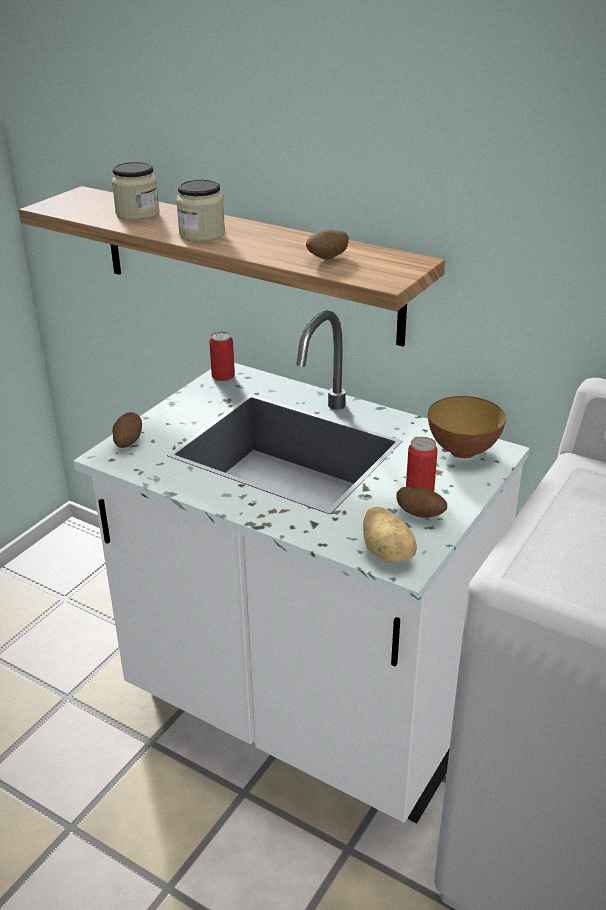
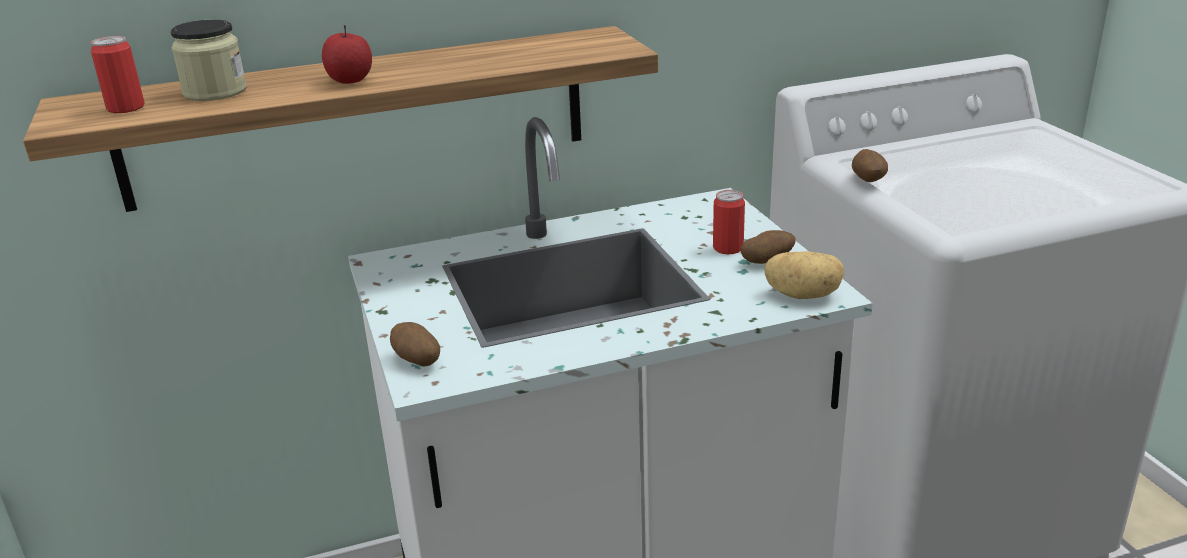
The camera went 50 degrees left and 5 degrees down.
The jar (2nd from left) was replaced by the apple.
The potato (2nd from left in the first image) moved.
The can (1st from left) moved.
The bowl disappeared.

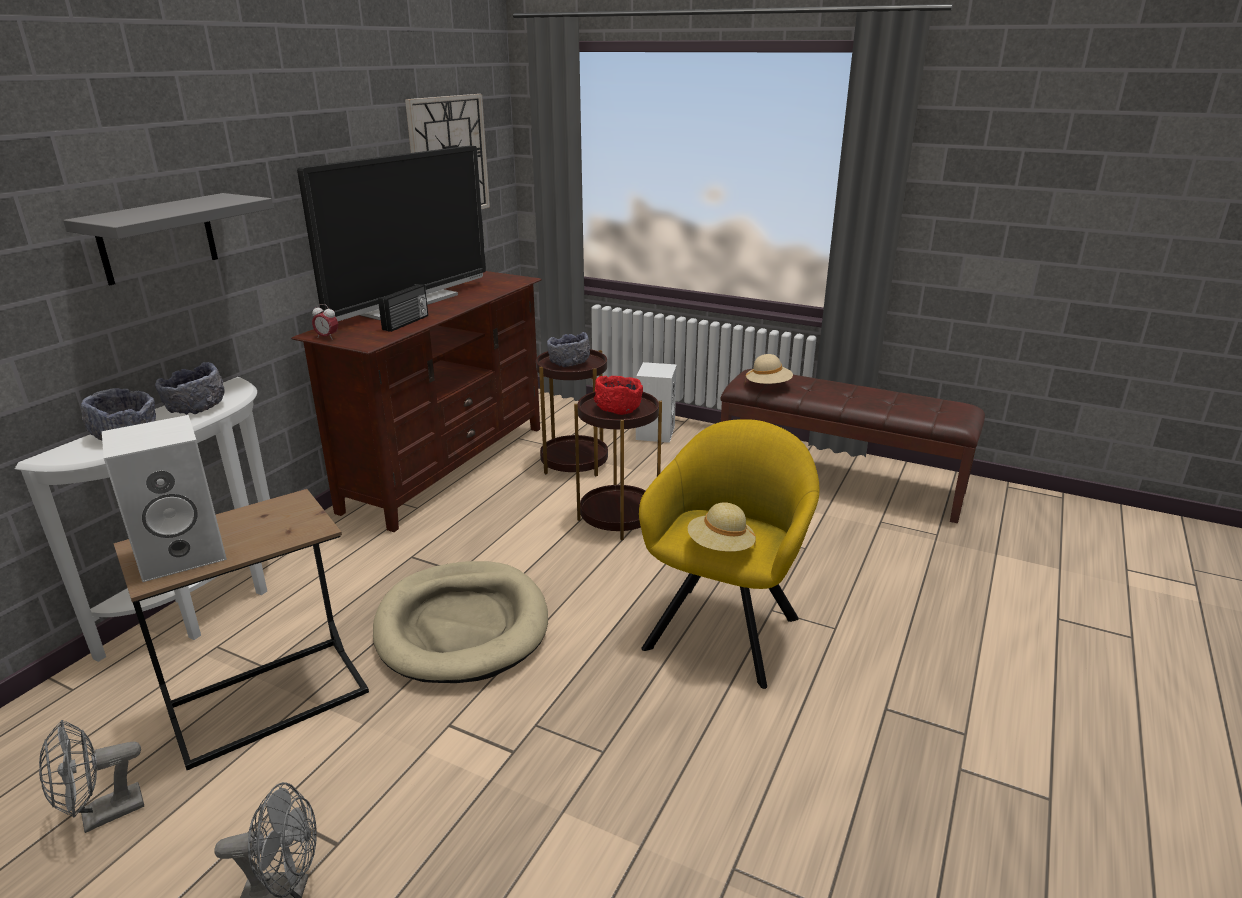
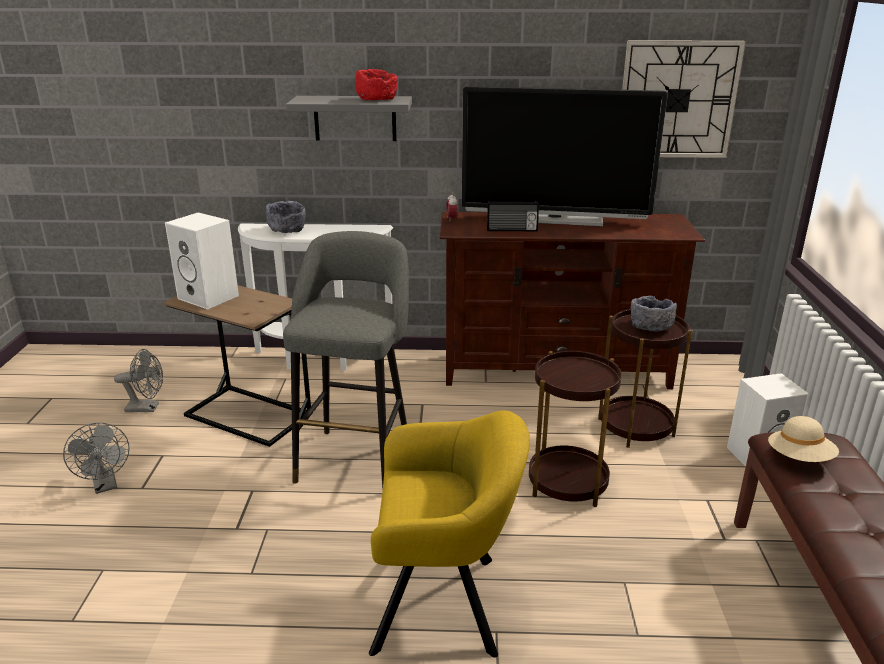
The camera went 65 degrees right and 0 degrees up.
The grey bowl (2nd from left) disappeared.
The red bowl moved.
The beige hat (1st from left) disappeared.
The beige dog bed was replaced by the grey stool.
The grey fan (1st from left in the first image) turned 150 degrees clockwise.

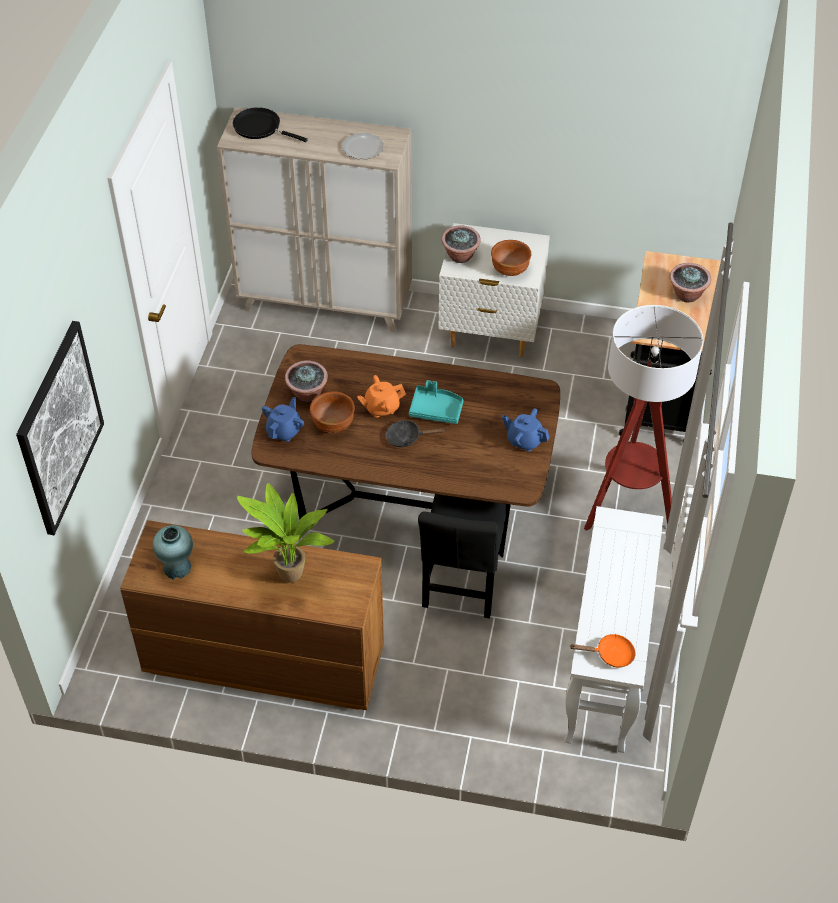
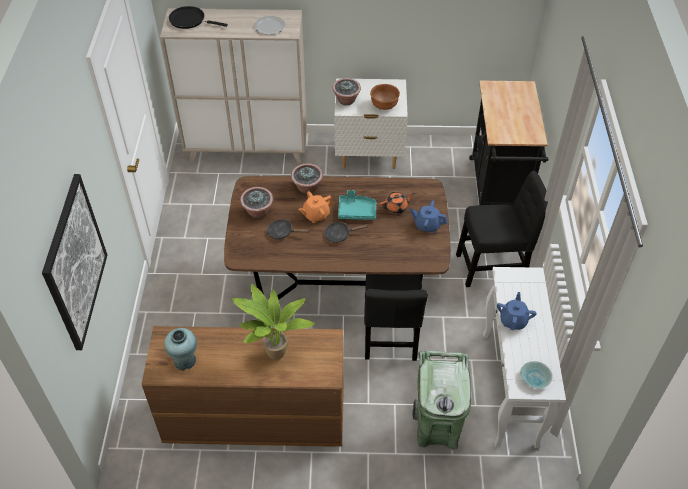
The camera went 10 degrees left and 0 degrees up.
The potted plant (4th from left in the first image) moved.
The floor lamp was replaced by the black chair (2nd from left).
The brown bowl (1st from left) was replaced by the black frying pan (2nd from left).
The blue teapot (1st from left in the first image) moved.
The orange frying pan was replaced by the turquoise bowl.
The orange teapot (2nd from left) appeared.
The green trash can appeared.

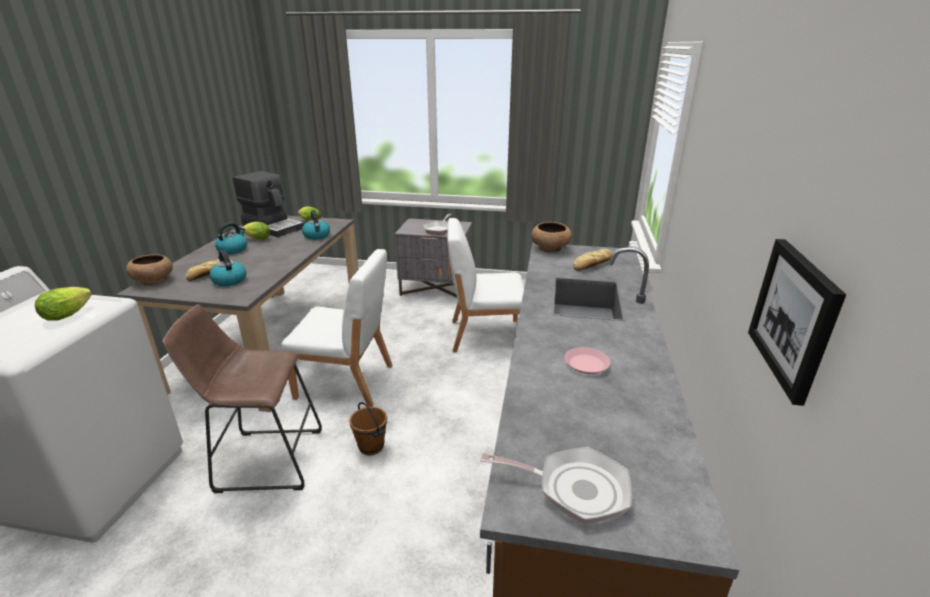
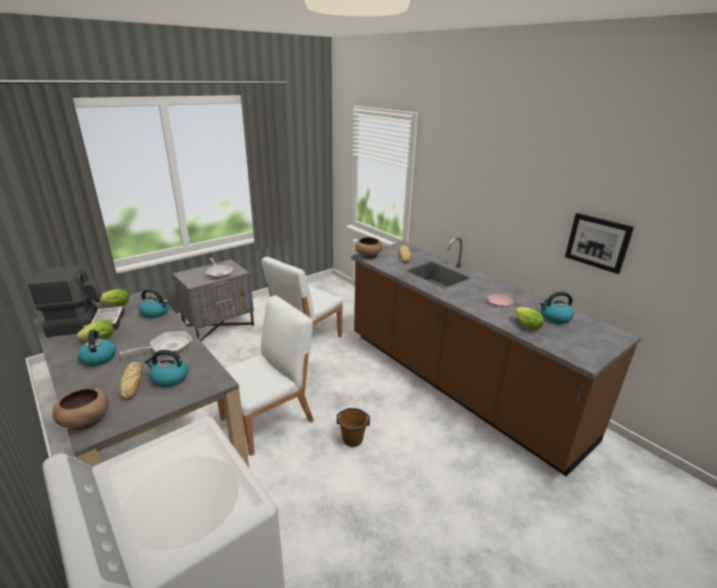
The camera went 50 degrees left and 0 degrees up.
The lettuce (1st from left in the first image) moved.
The brown stool disappeared.
The frying pan (2nd from left in the first image) moved.
The kettle (4th from left) appeared.

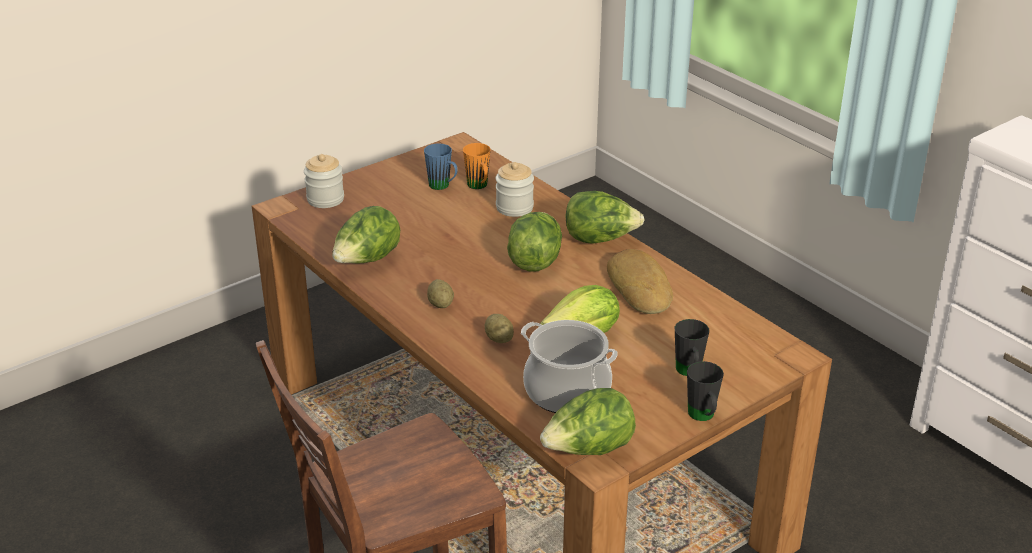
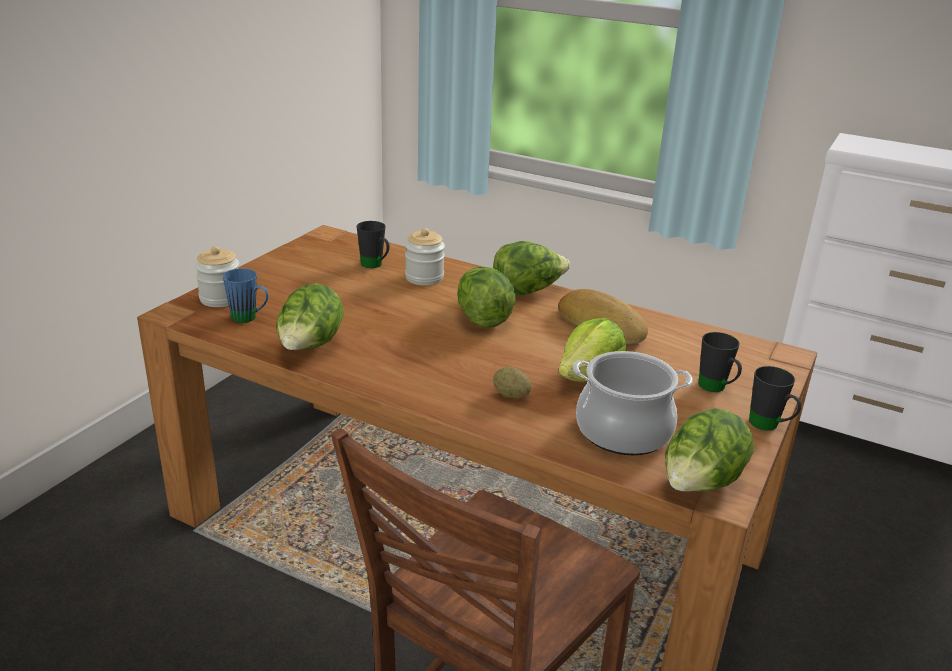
The camera went 25 degrees left and 5 degrees down.
The orange mug became the black mug (1st from left).
The blue mug moved.
The potato (1st from left) disappeared.

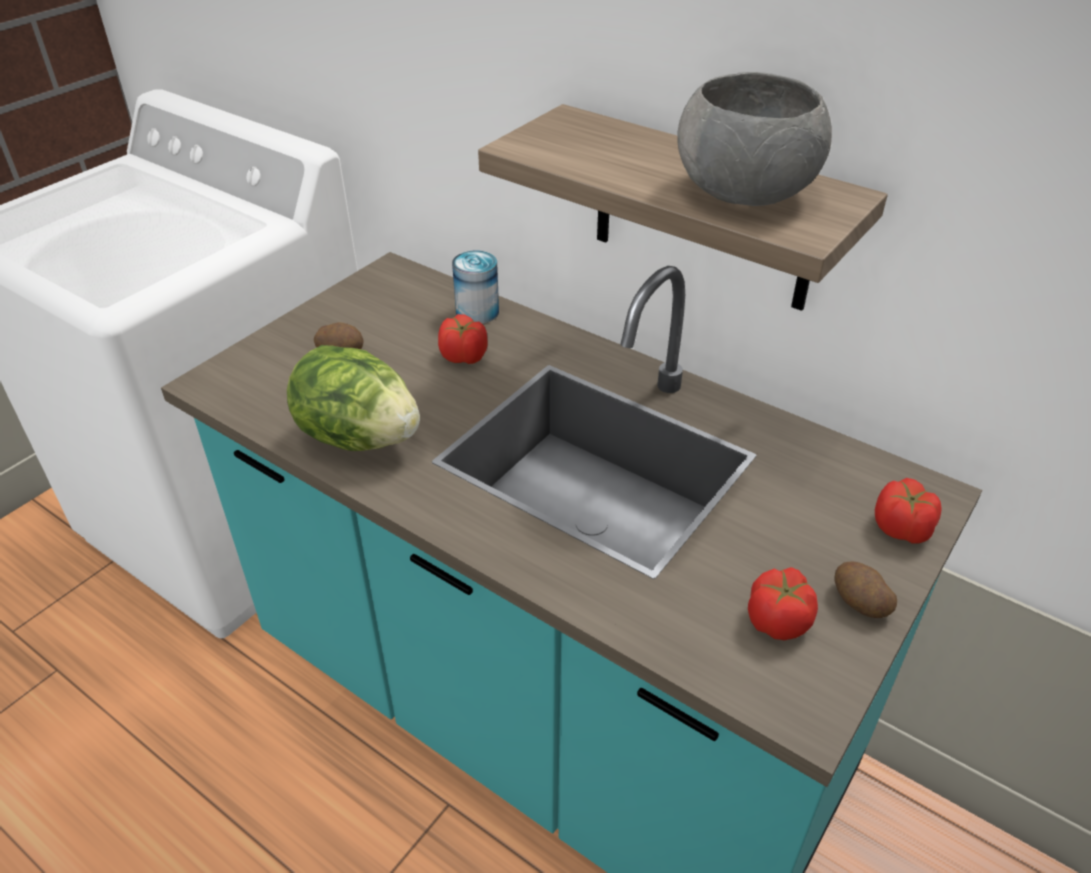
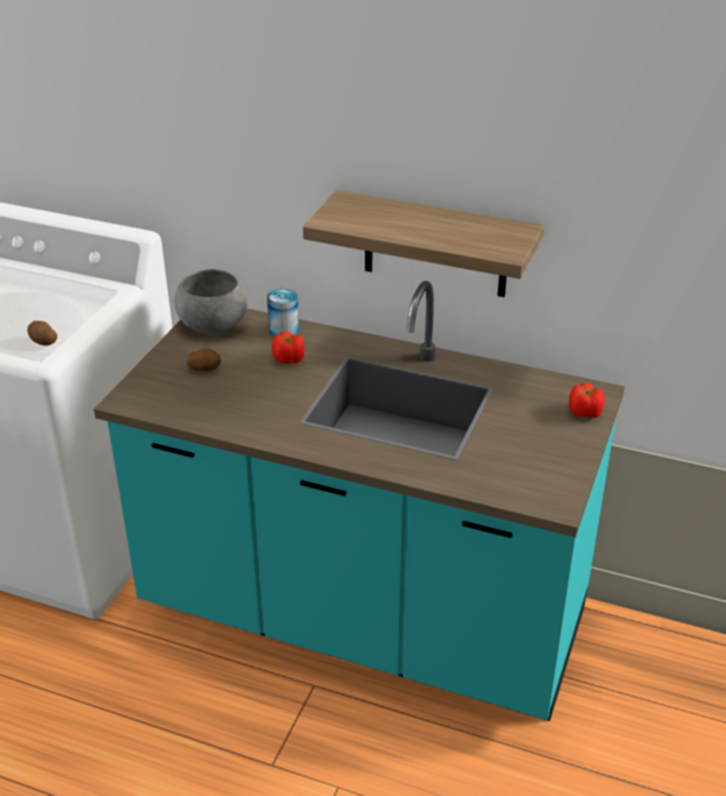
The camera went 15 degrees left and 5 degrees down.
The grey bowl moved.
The lettuce disappeared.
The potato (2nd from left in the first image) moved.
The tomato (2nd from left) disappeared.

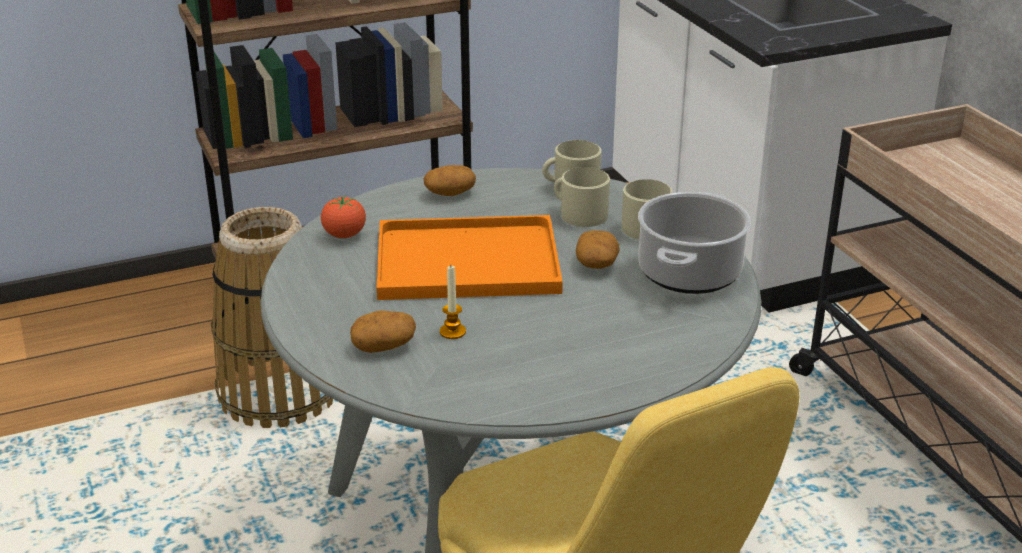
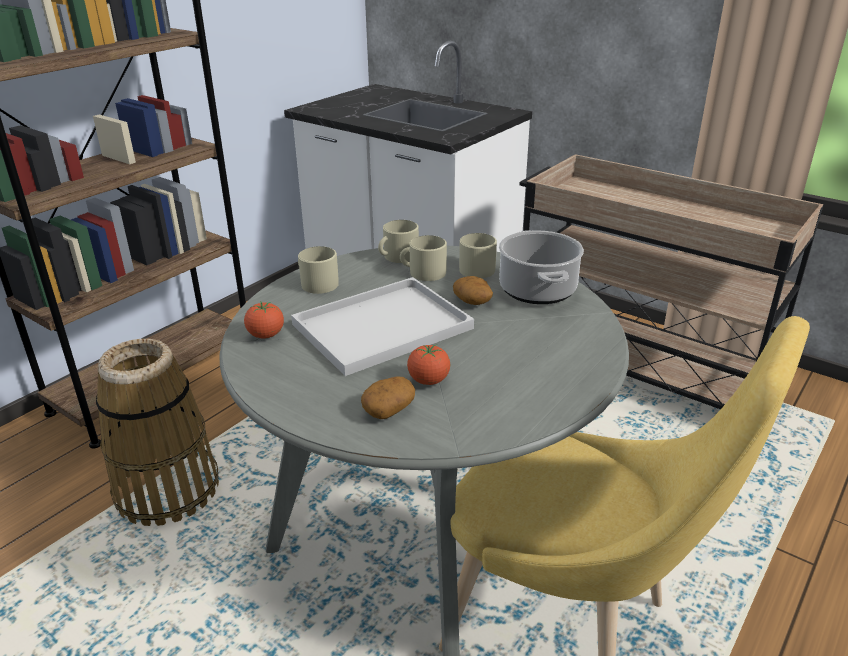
The camera went 30 degrees left and 0 degrees up.
The potato (2nd from left) was replaced by the beige mug (1st from left).
The orange tray became the white tray.
The candle was replaced by the tomato (2nd from left).

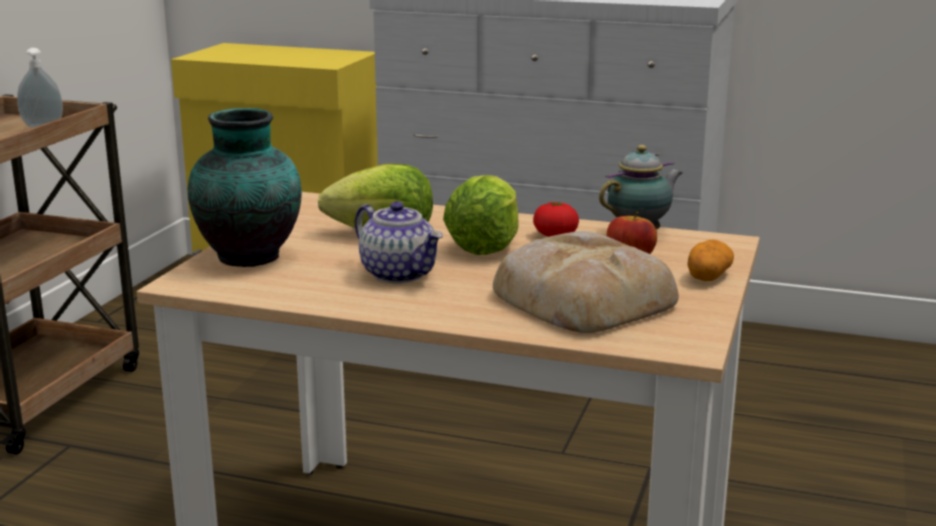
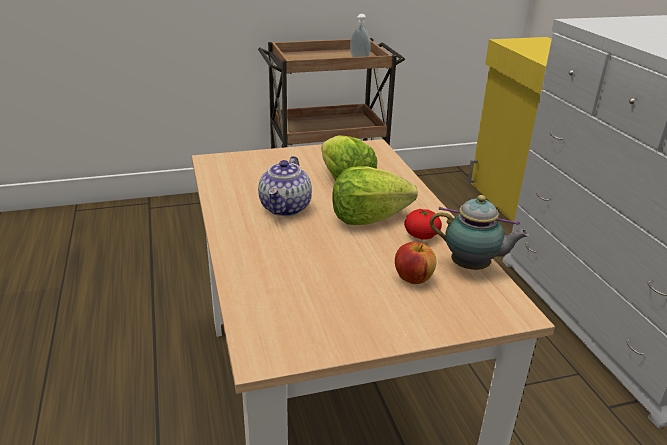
The camera went 55 degrees right and 10 degrees up.
The vase disappeared.
The bread disappeared.
The potato disappeared.

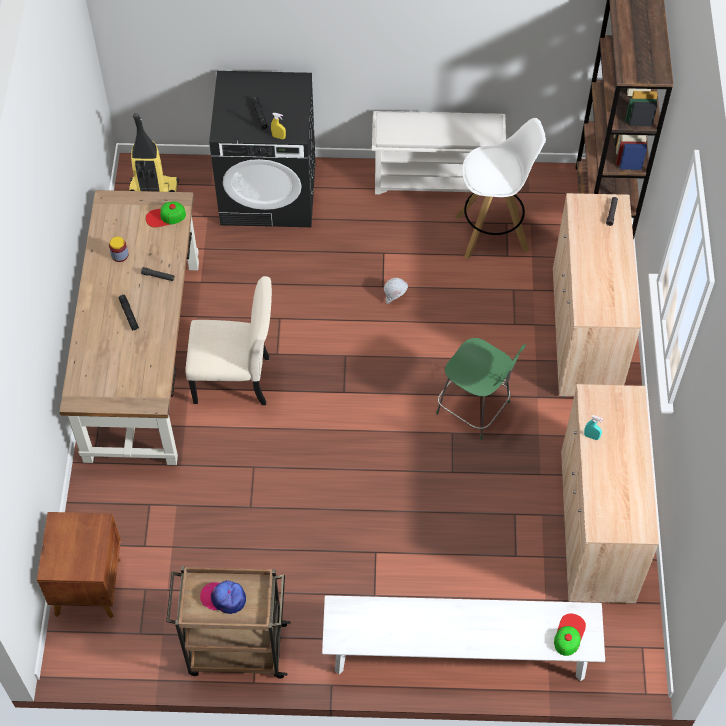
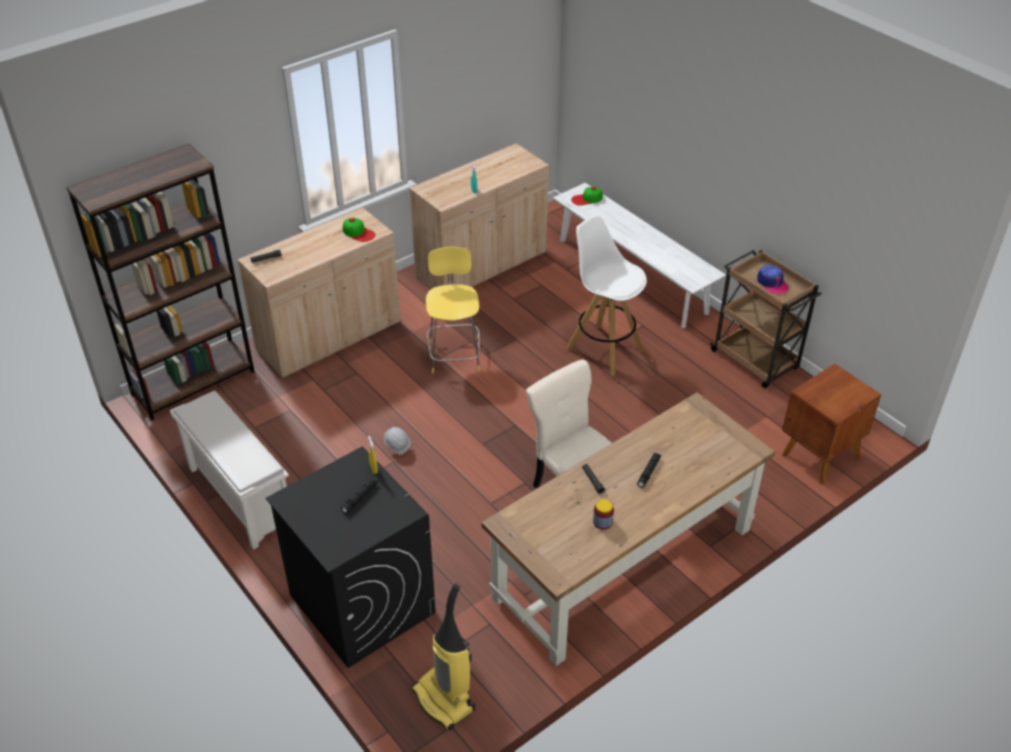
The camera went 130 degrees left and 15 degrees down.
The white stool moved.
The cap (1st from left) moved.
The green stool became the yellow stool.

